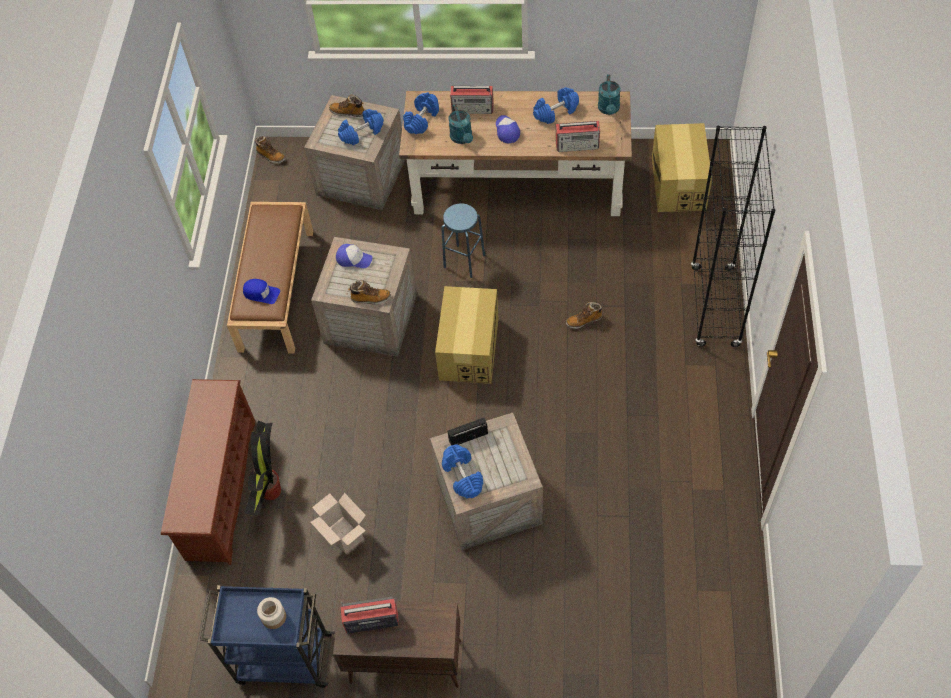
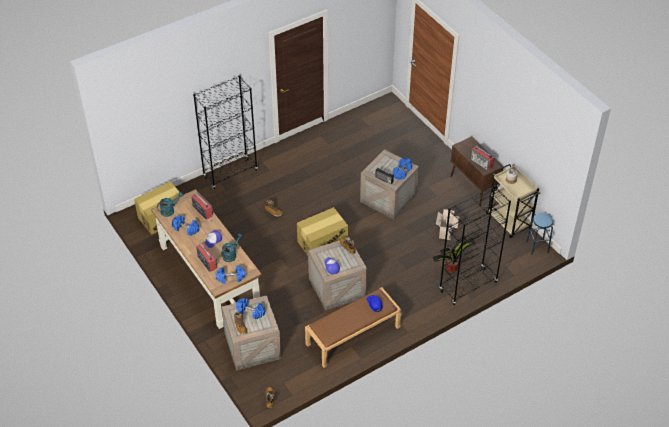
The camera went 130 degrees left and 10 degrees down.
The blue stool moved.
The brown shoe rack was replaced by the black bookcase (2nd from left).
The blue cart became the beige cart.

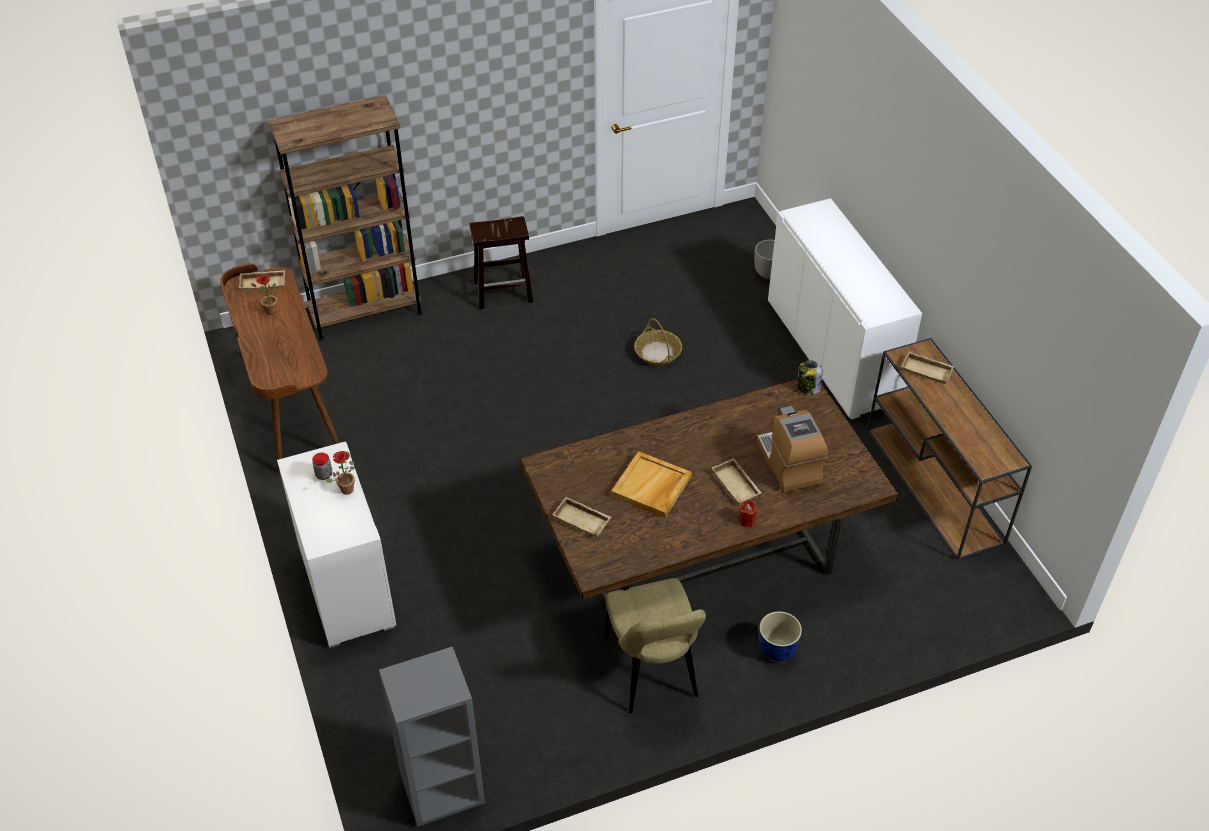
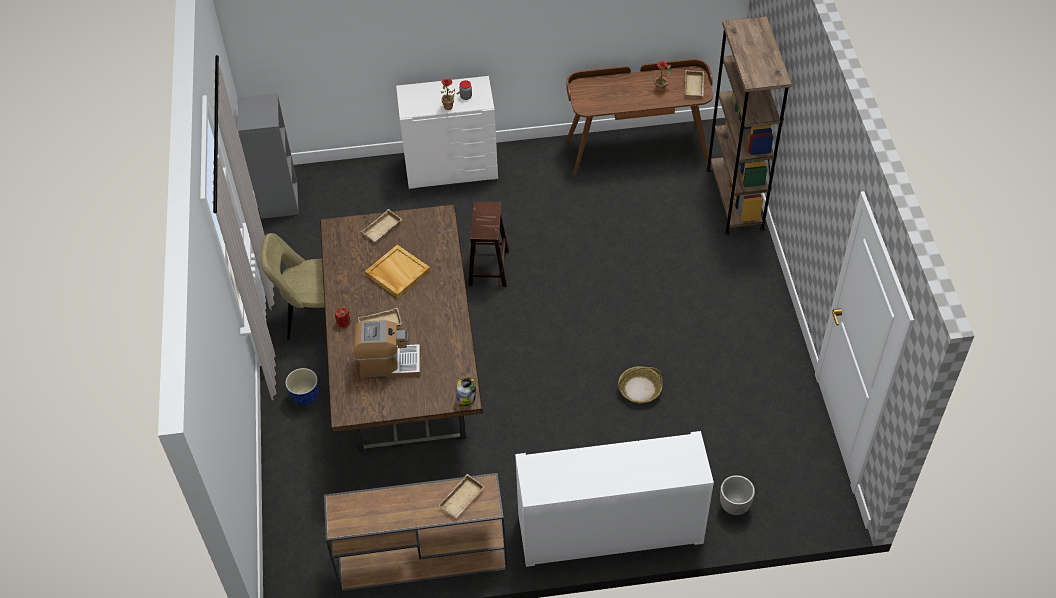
The camera went 105 degrees right and 5 degrees up.
The brown stool moved.

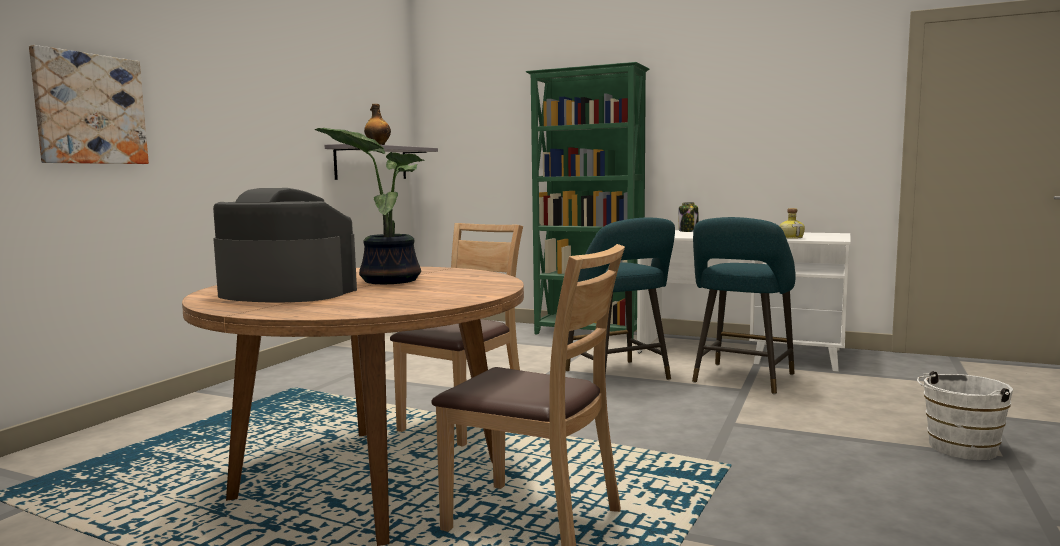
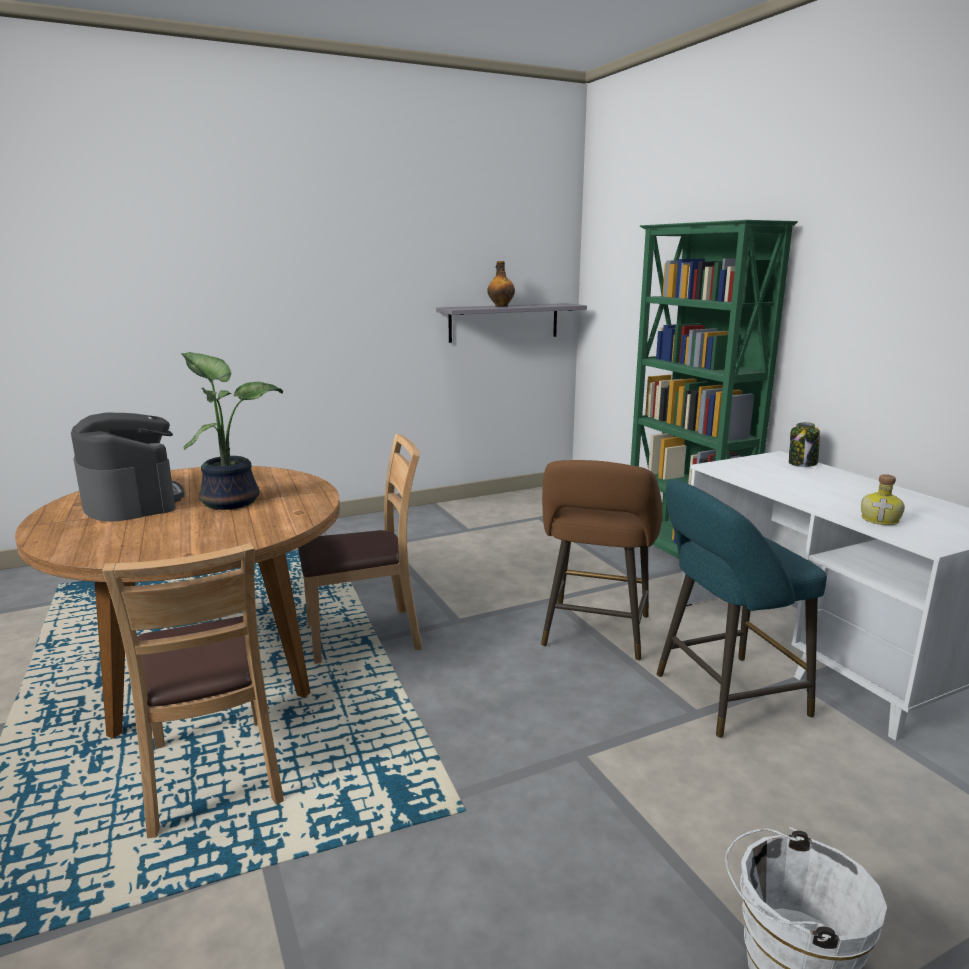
The camera went 40 degrees right and 10 degrees up.
The picture disappeared.
The turquoise stool (1st from left) became the brown stool.

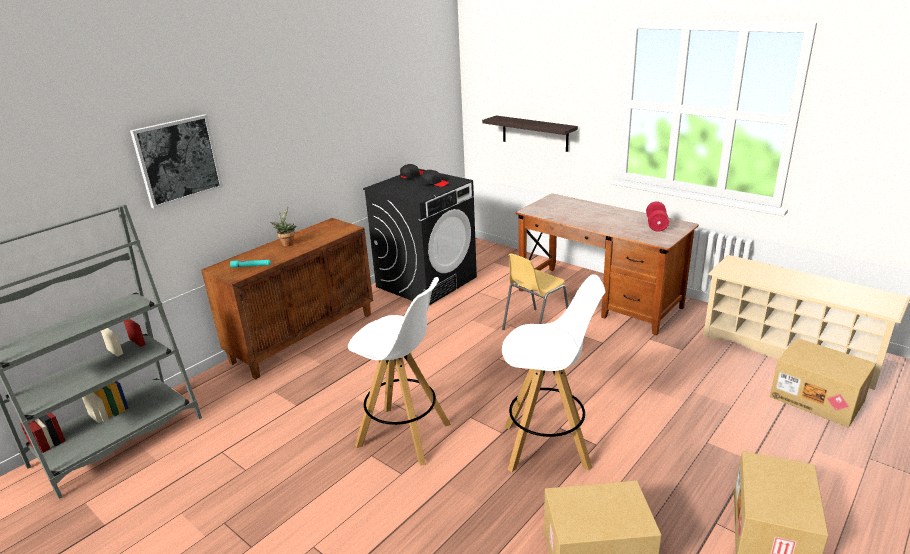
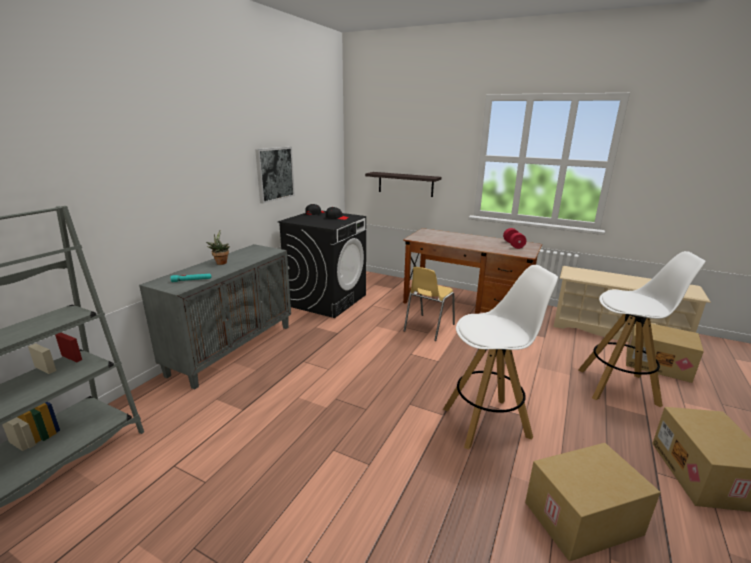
The camera went 15 degrees left and 5 degrees down.
The picture moved.
The brown cabinet became the grey cabinet.
The white stool (1st from left in the first image) moved.

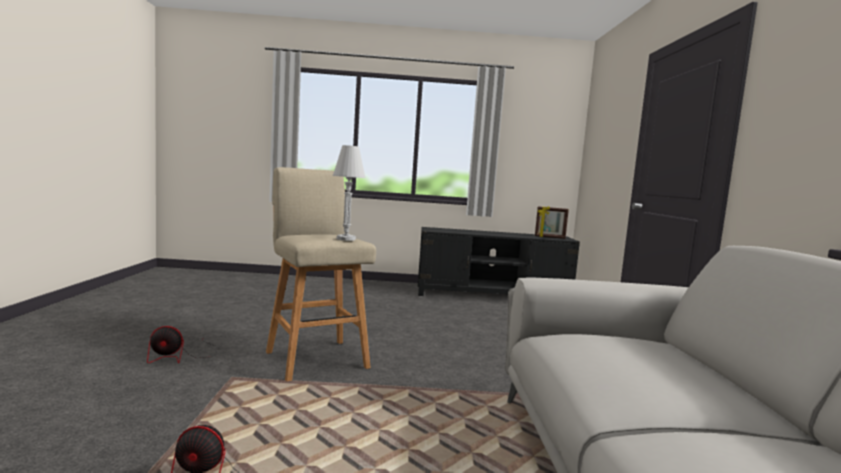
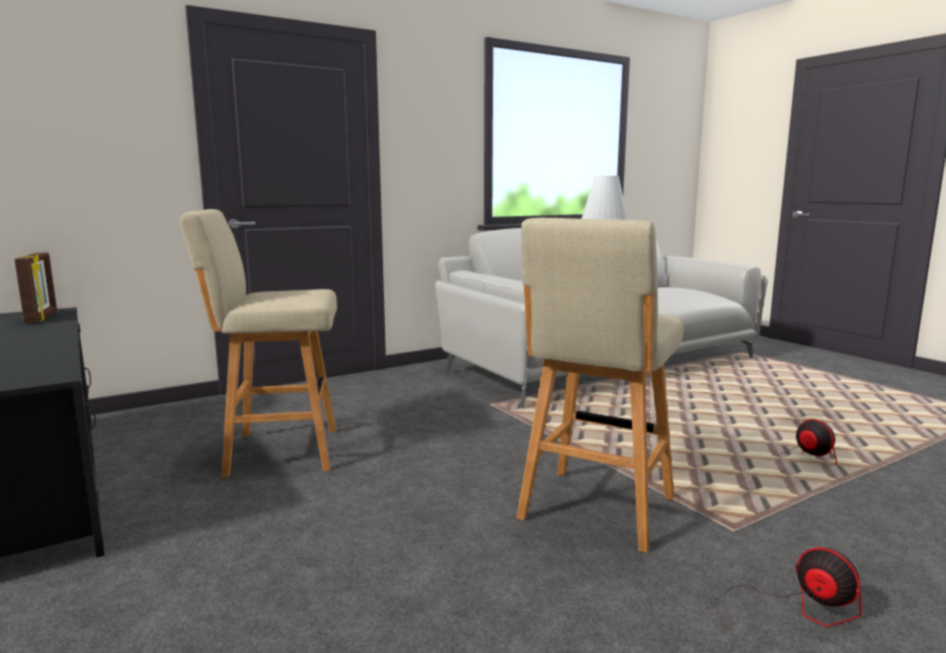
The camera went 120 degrees left and 5 degrees up.
The beige stool (1st from left) appeared.

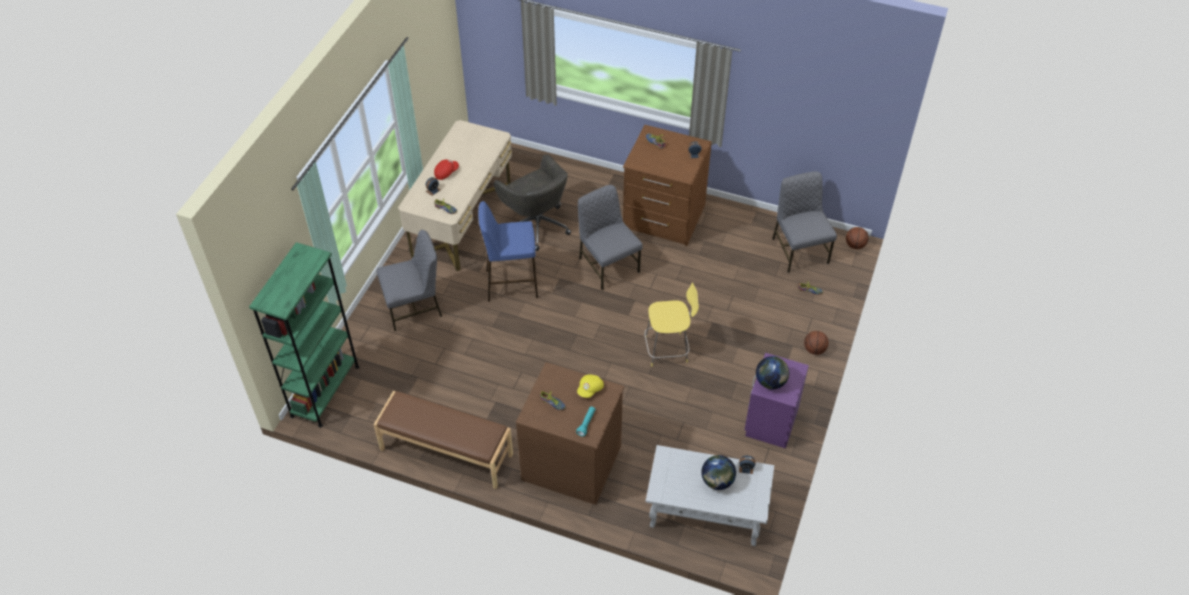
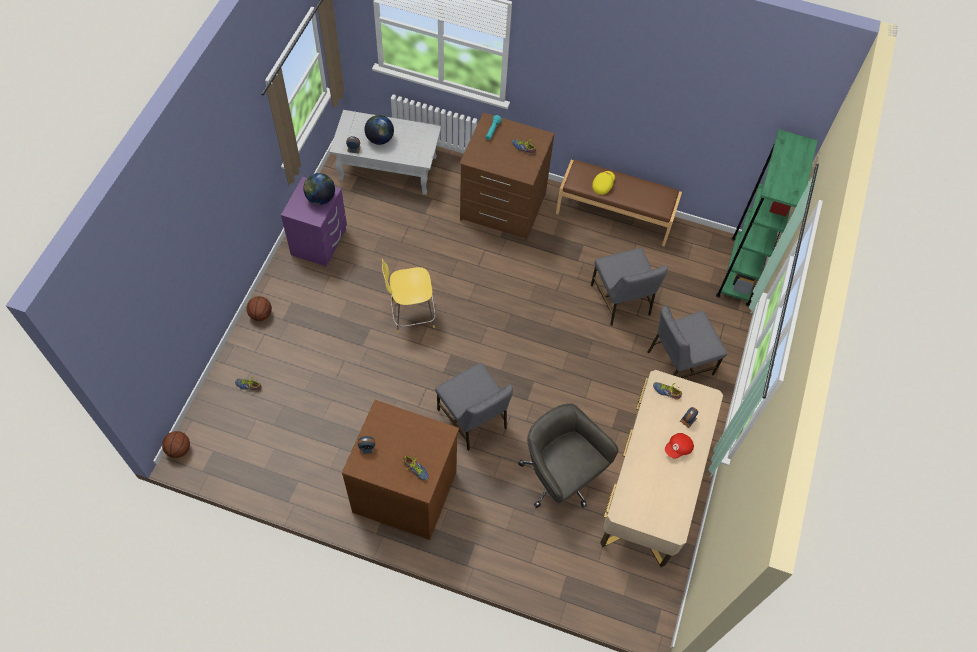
The camera went 175 degrees right and 10 degrees up.
The grey chair (3rd from left in the first image) moved.
The blue stool disappeared.
The yellow cap moved.

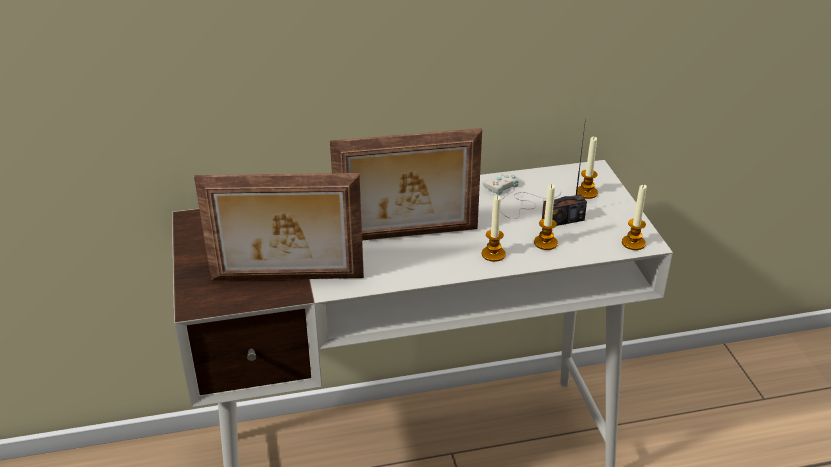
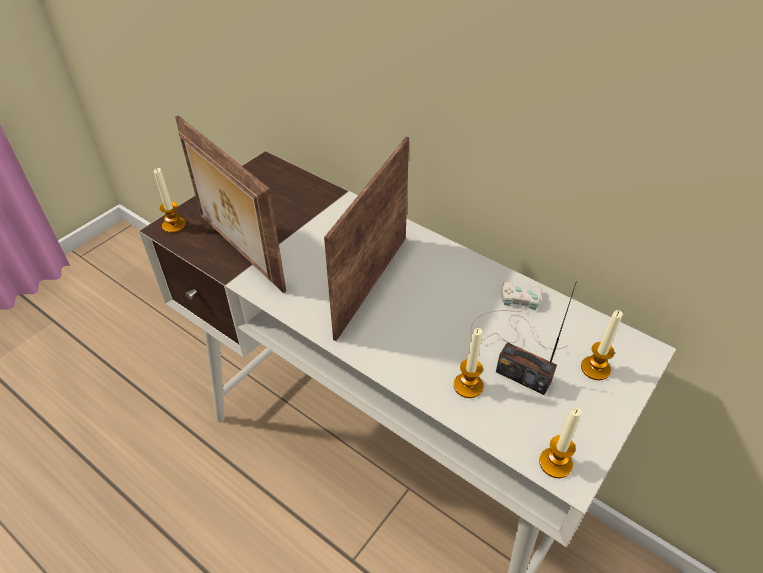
The camera went 50 degrees right and 10 degrees up.
The picture frame (2nd from left) turned 75 degrees clockwise.
The candle (1st from left) moved.

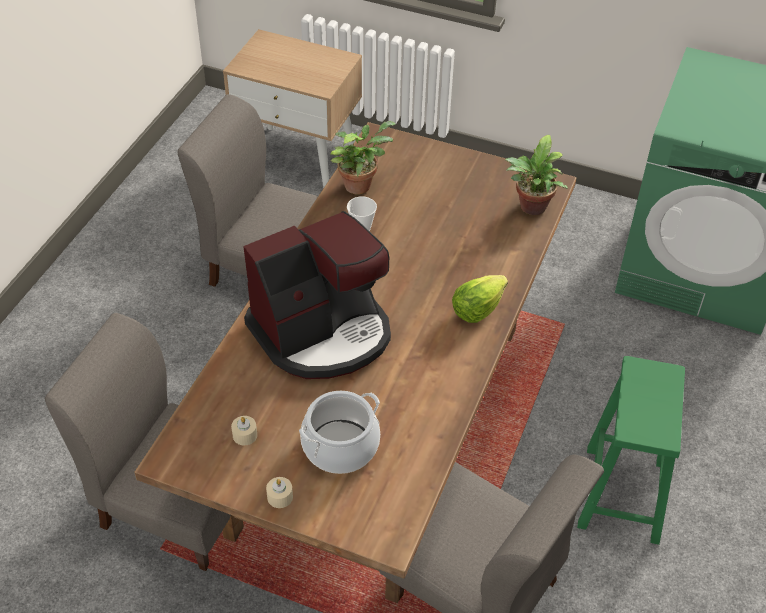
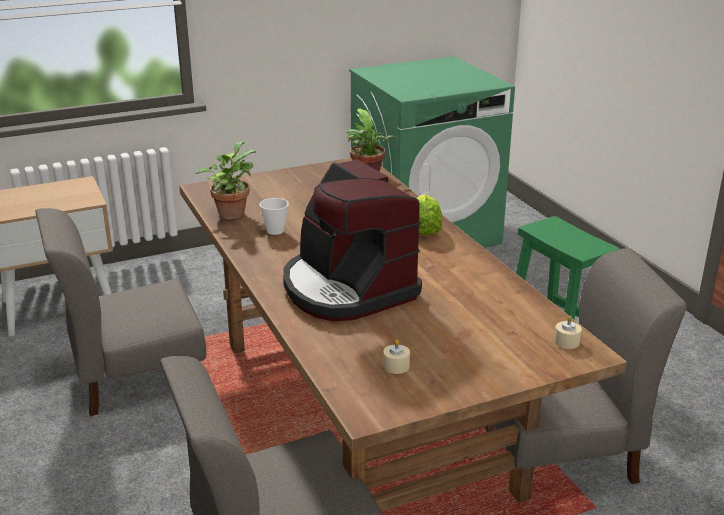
The camera went 45 degrees left and 20 degrees down.
The coffee machine turned 135 degrees clockwise.
The cooking pot disappeared.
The beige candle (2nd from left) moved.

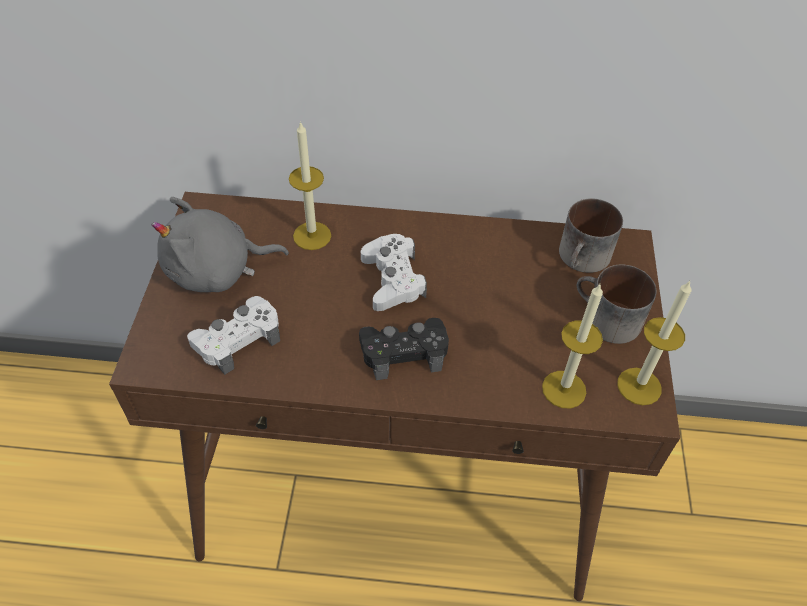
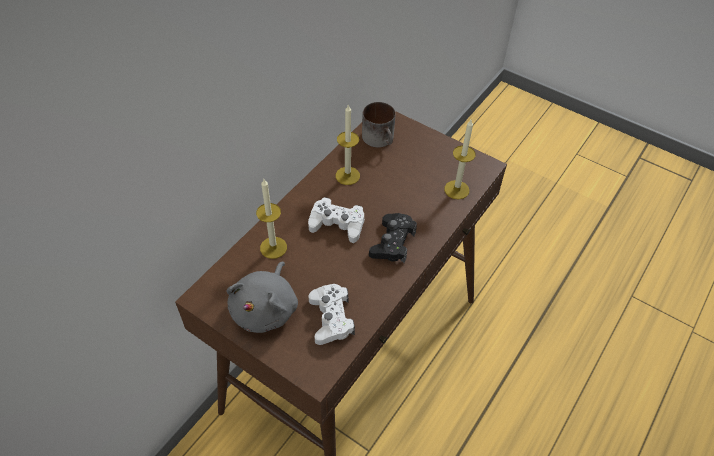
The camera went 60 degrees left and 0 degrees up.
The mug (2nd from left) disappeared.
The candle (3rd from left in the first image) moved.

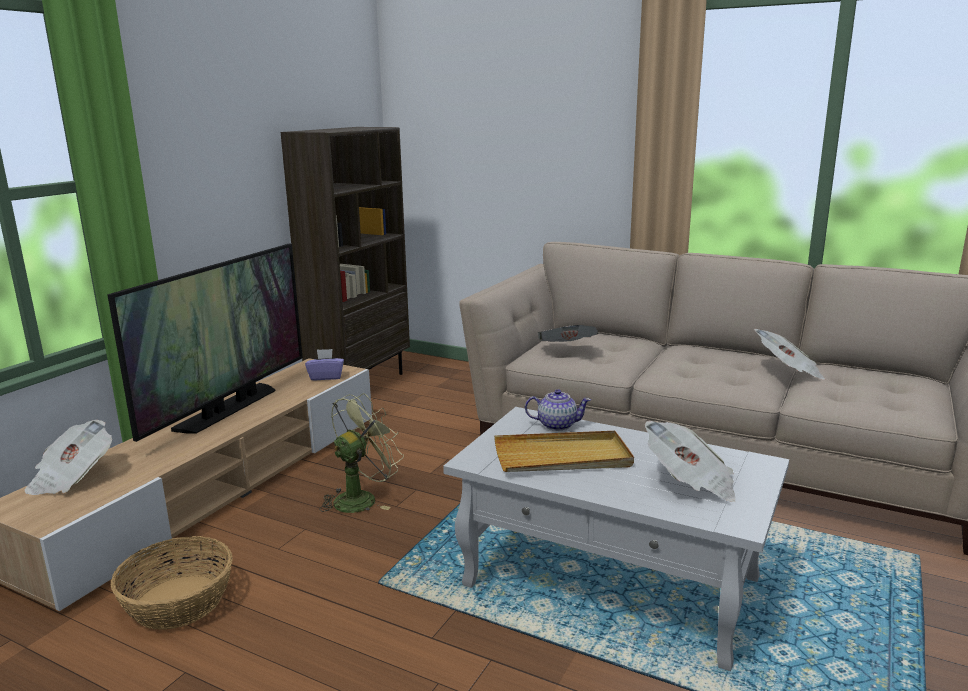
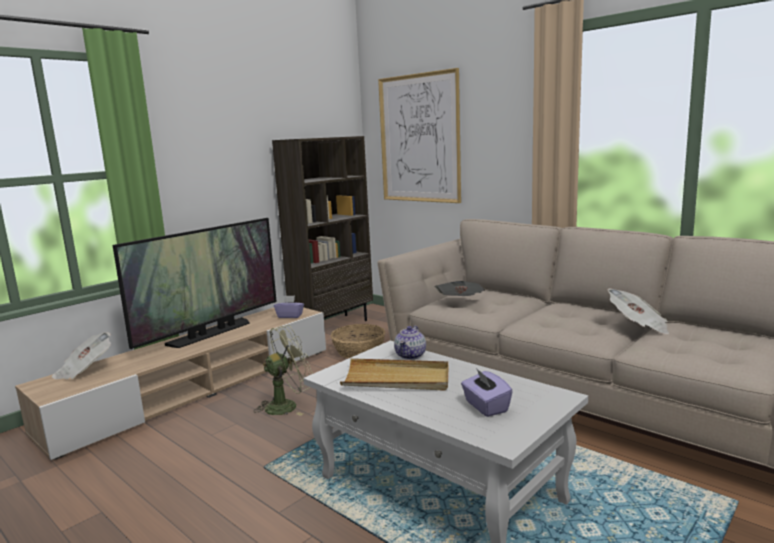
The camera went 15 degrees right and 5 degrees down.
The teapot turned 90 degrees clockwise.
The newspaper (3rd from left) was replaced by the purple tissue box (2nd from left).
The basket moved.
The picture appeared.

